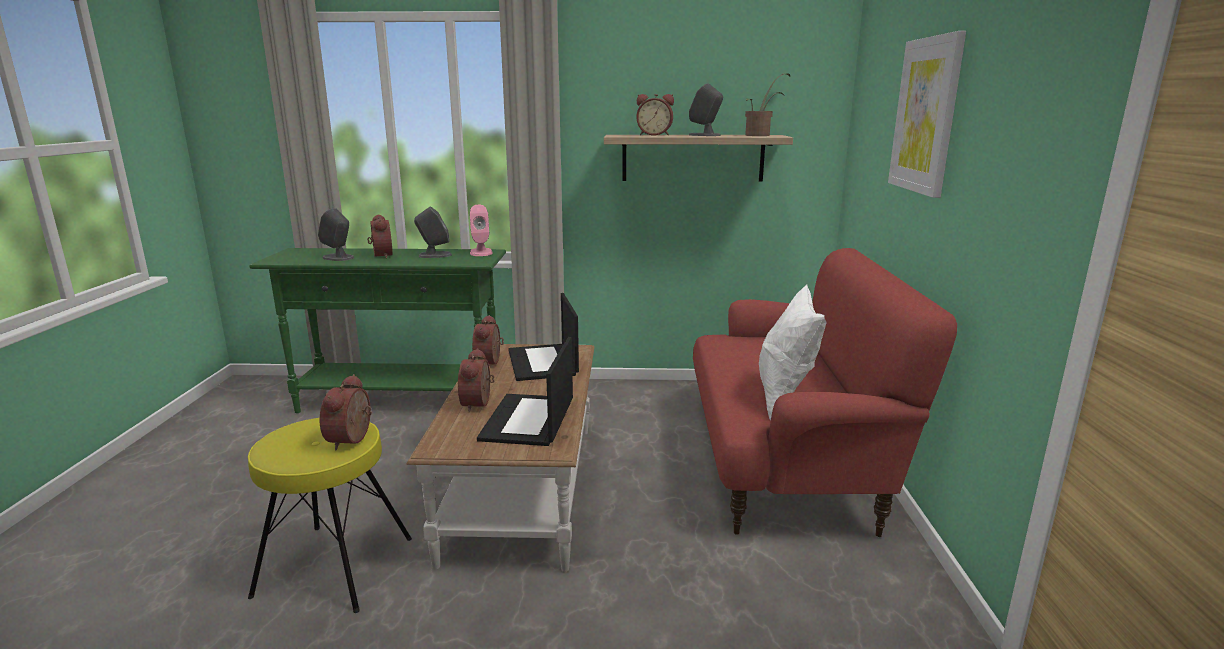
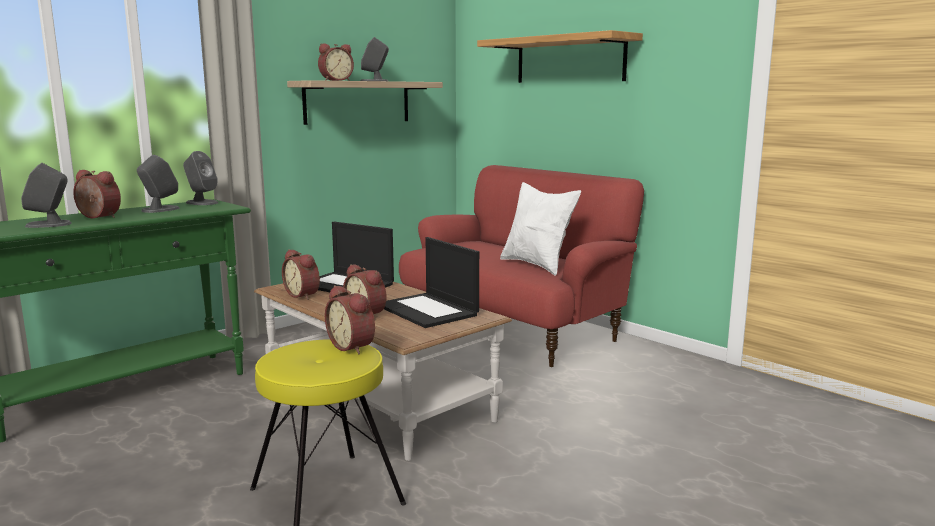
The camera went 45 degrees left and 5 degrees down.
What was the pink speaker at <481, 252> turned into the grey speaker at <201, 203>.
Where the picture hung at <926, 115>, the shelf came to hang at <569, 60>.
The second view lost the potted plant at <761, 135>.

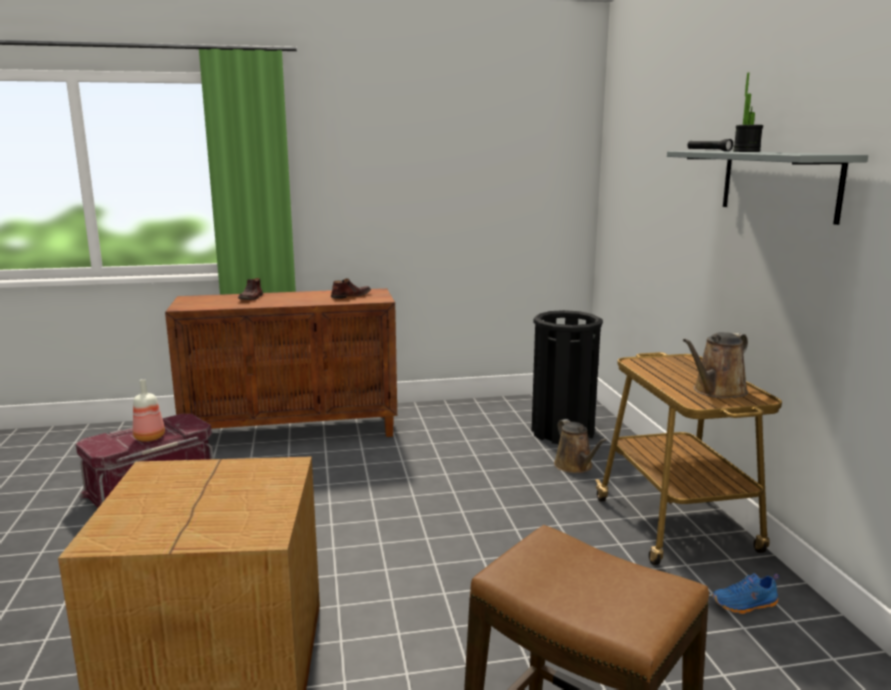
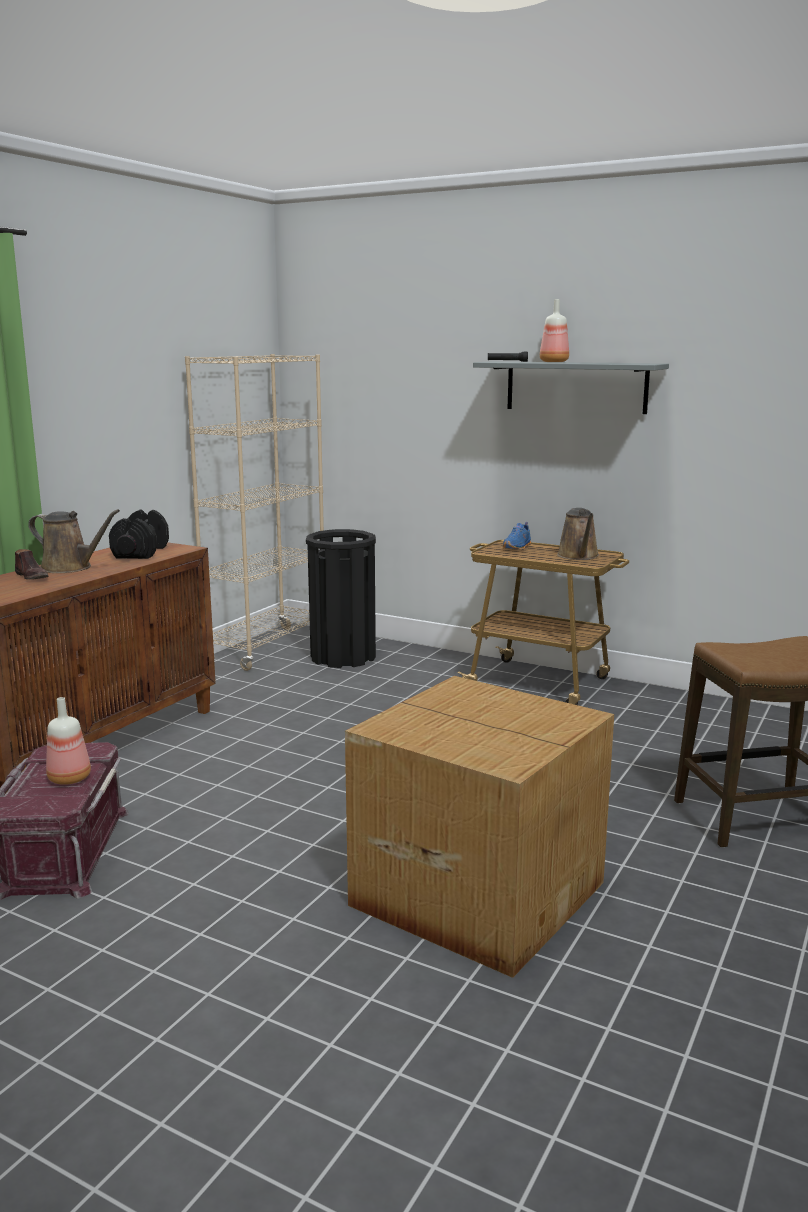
The camera went 50 degrees left and 0 degrees up.
The brown watering can ended up elsewhere, having gone from <575, 466> to <70, 568>.
Where the brown shoe stood at <350, 296>, the black dumbbell came to stand at <140, 552>.
The second view gained the beige bookcase at <267, 648>.
The blue shoe ended up elsewhere, having gone from <745, 605> to <518, 547>.
Where the potted plant stood at <746, 151>, the bottle came to stand at <553, 362>.

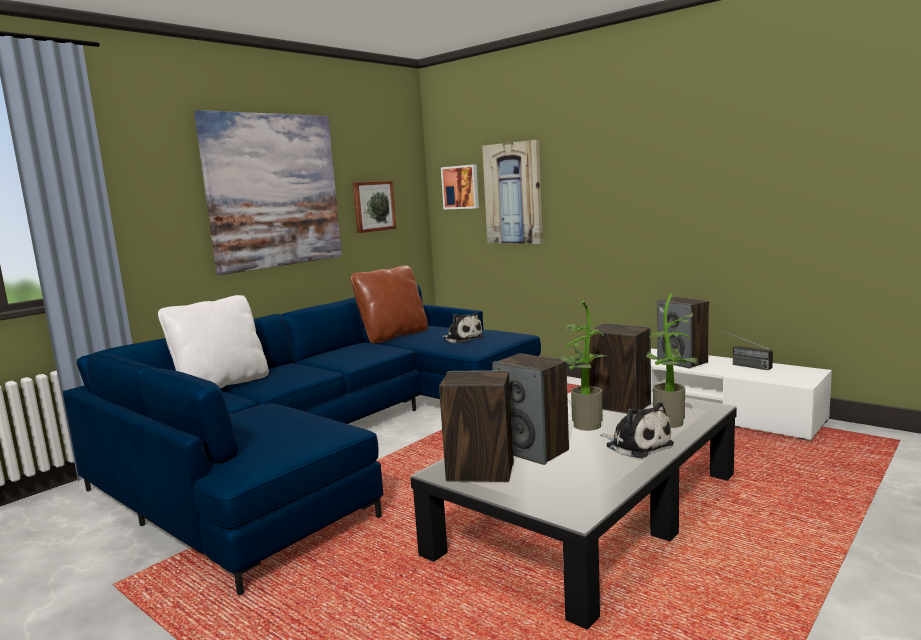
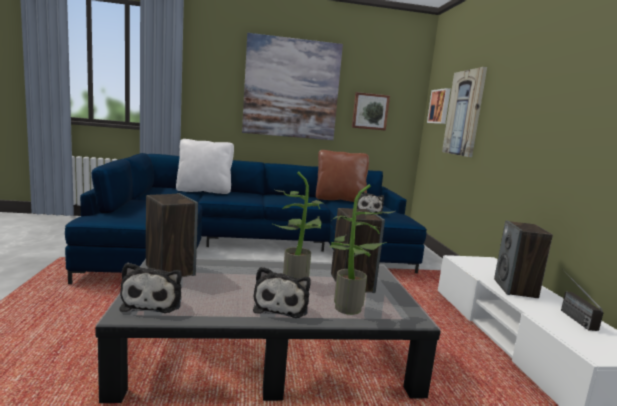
The camera went 40 degrees right and 0 degrees up.
The second view gained the plush toy at <154, 302>.
The second view lost the speaker at <533, 450>.

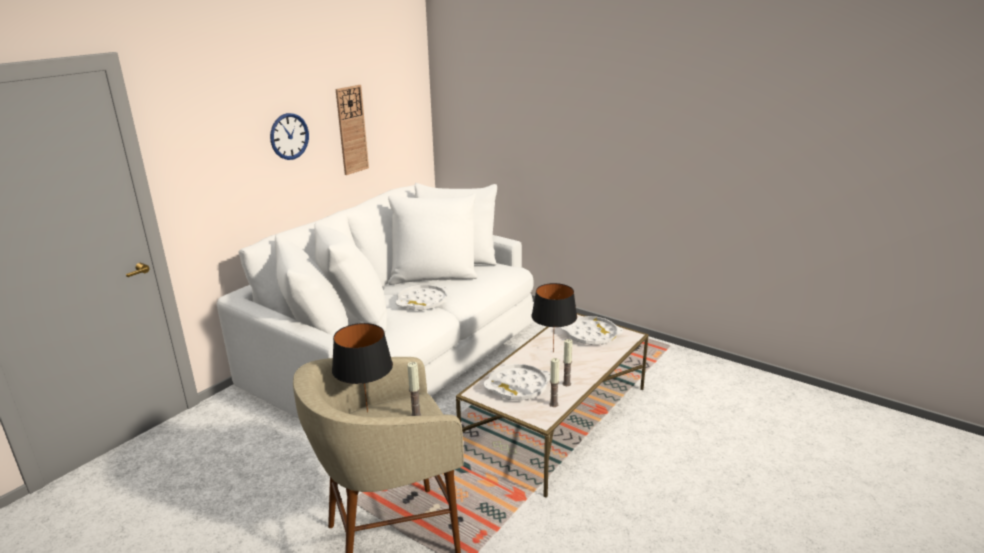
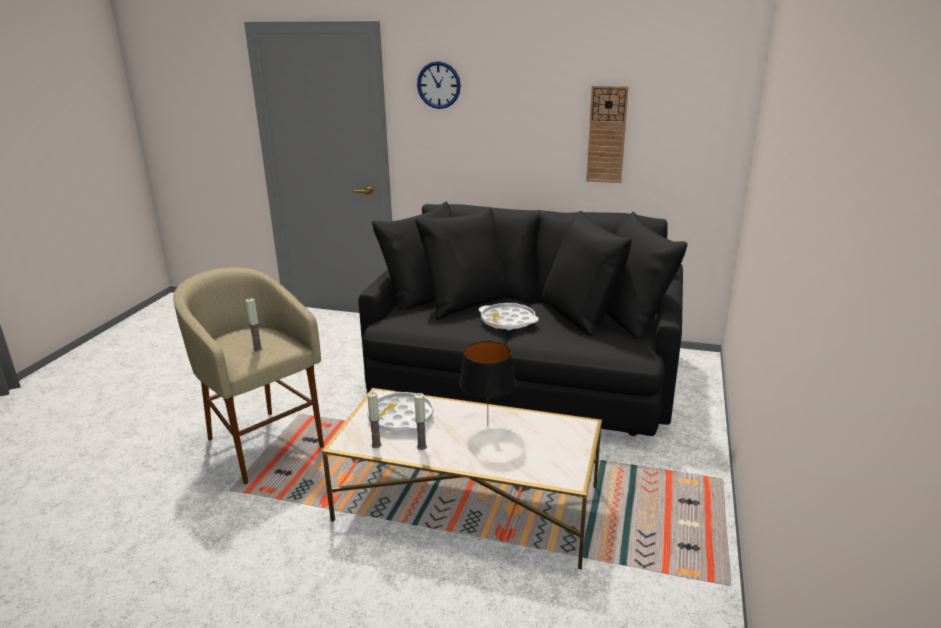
The camera went 70 degrees right and 0 degrees up.
What was the white sofa at <396, 354> turned into the black sofa at <525, 374>.
The wall clock ended up elsewhere, having gone from <289, 136> to <439, 85>.
The second view lost the black table lamp at <368, 412>.
The second view lost the white tray at <591, 335>.

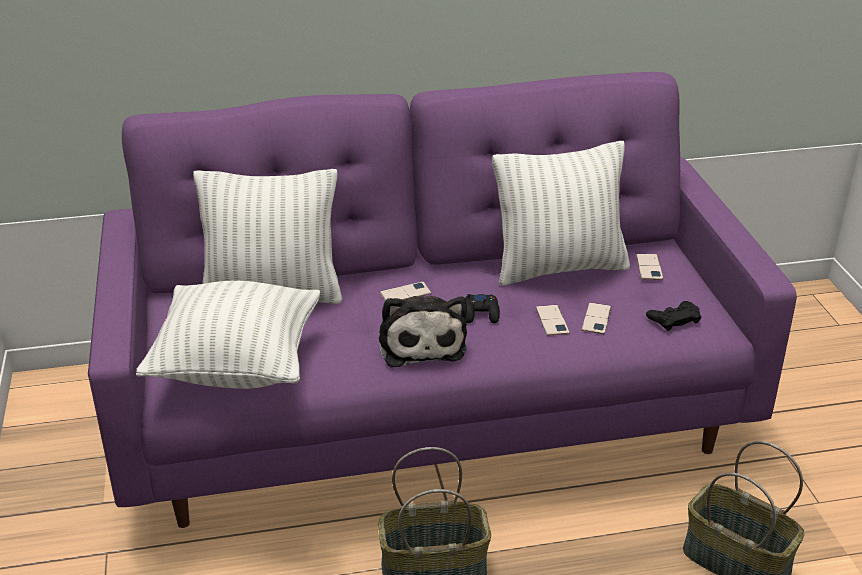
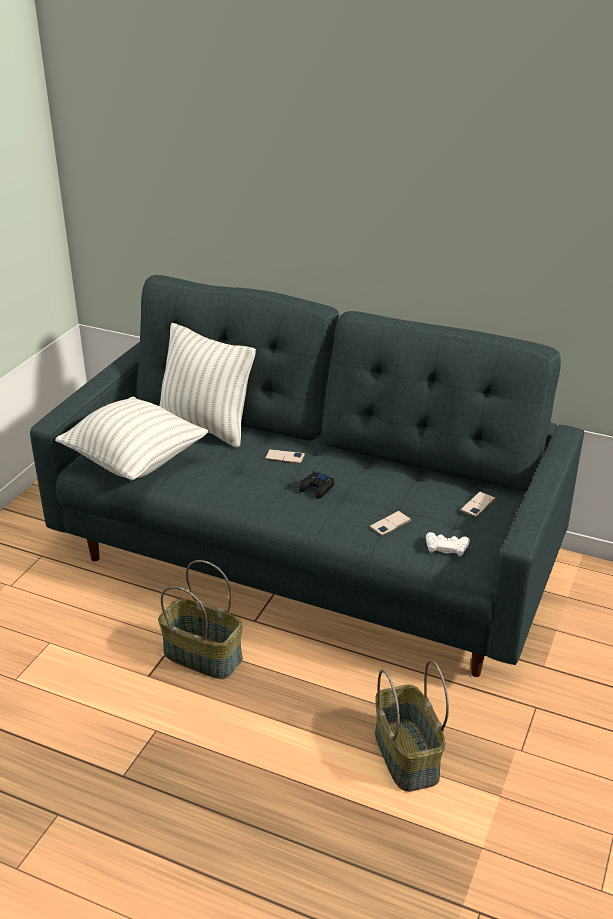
The camera went 35 degrees right and 0 degrees up.
What was the purple sofa at <432, 413> turned into the grey sofa at <307, 560>.
What was the black game controller at <674, 319> turned into the white game controller at <446, 547>.
The second view lost the plush toy at <421, 342>.
The second view lost the white pillow at <559, 268>.
The second view lost the phone at <552, 320>.

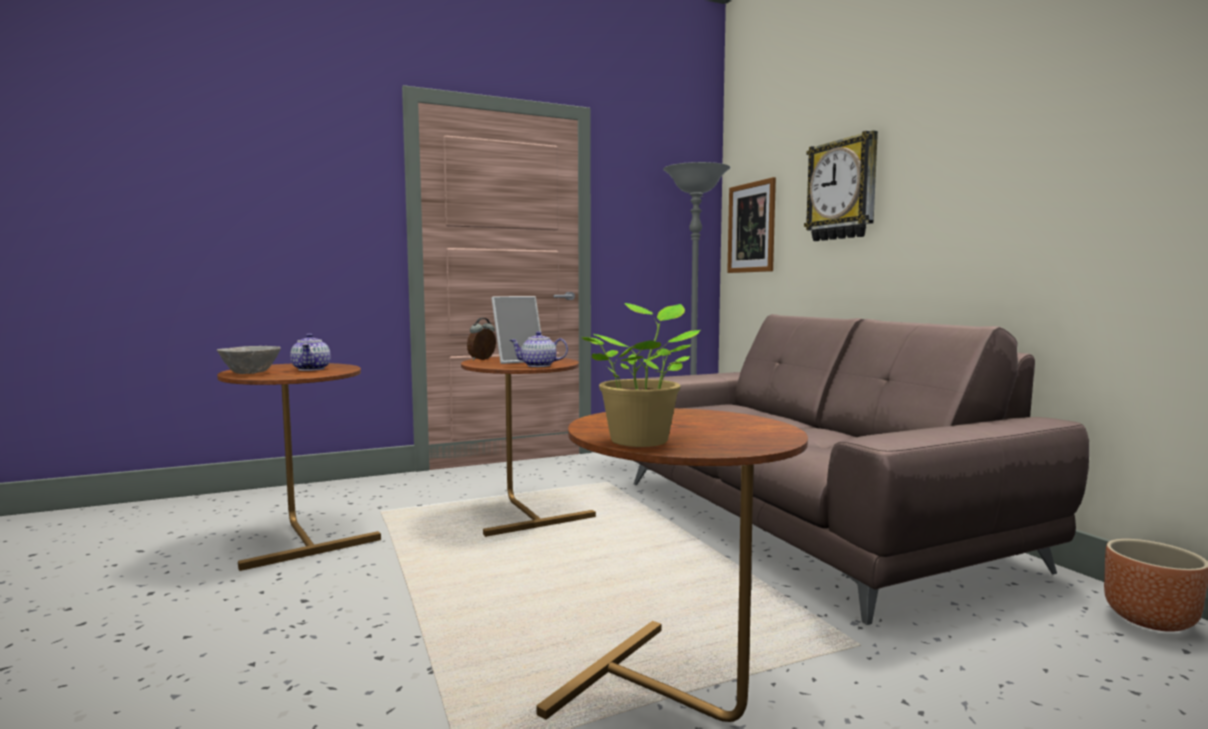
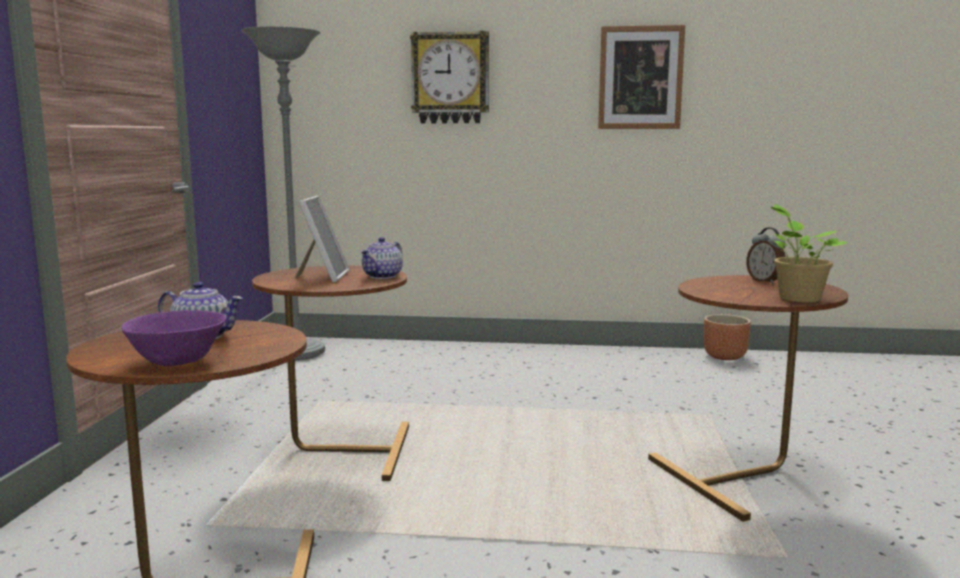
The camera went 60 degrees left and 5 degrees up.
What was the grey bowl at <250, 373> turned into the purple bowl at <179, 361>.
The picture ended up elsewhere, having gone from <751, 227> to <640, 78>.
The alarm clock ended up elsewhere, having gone from <482, 359> to <765, 281>.
The second view lost the brown sofa at <805, 521>.

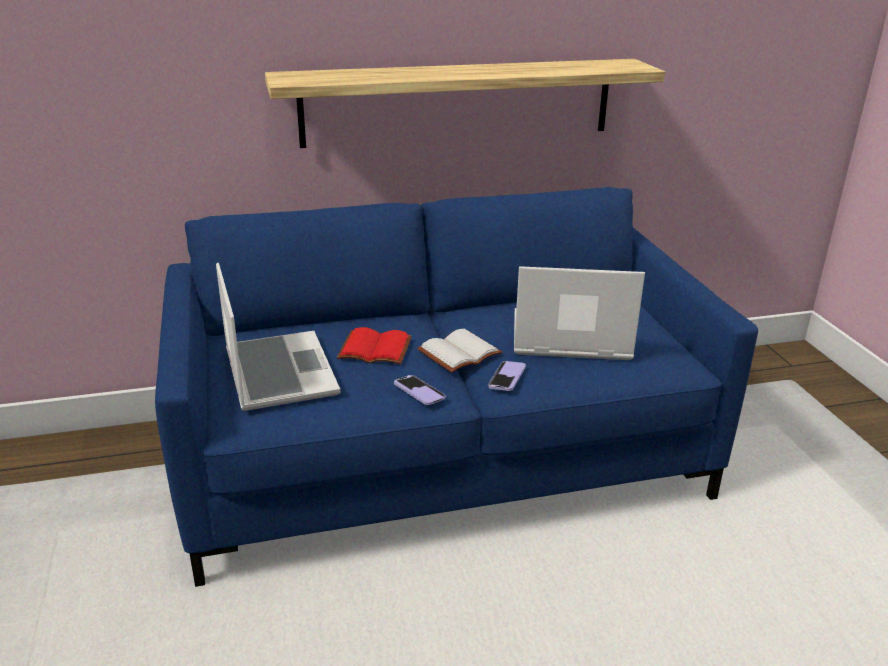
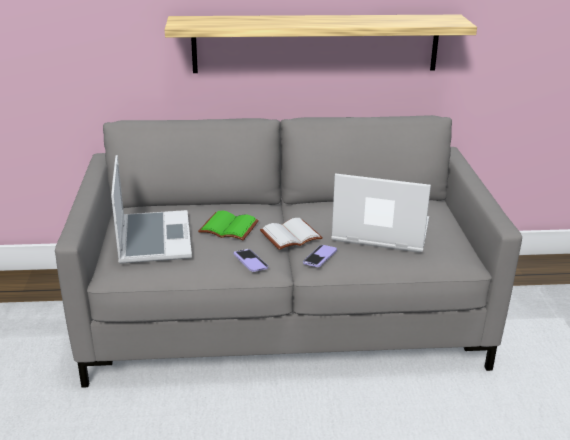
The camera went 10 degrees right and 0 degrees up.
What was the blue sofa at <442, 460> turned into the grey sofa at <283, 318>.
What was the red book at <373, 350> turned into the green book at <227, 228>.

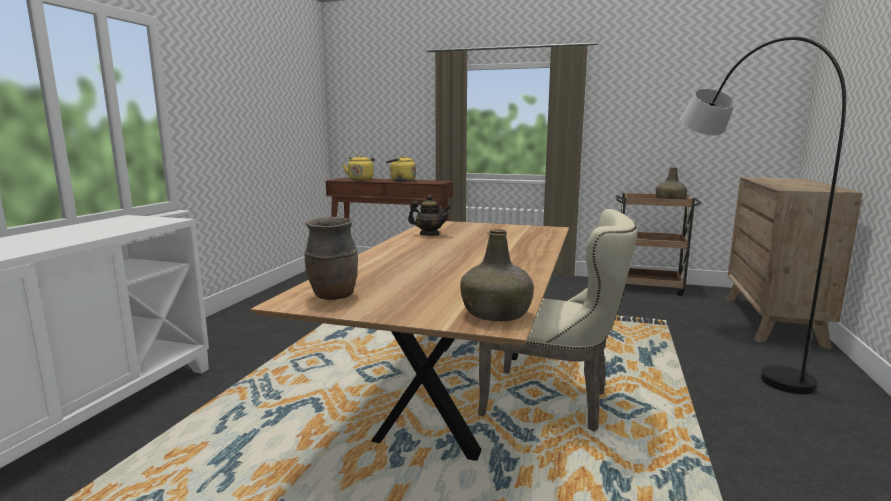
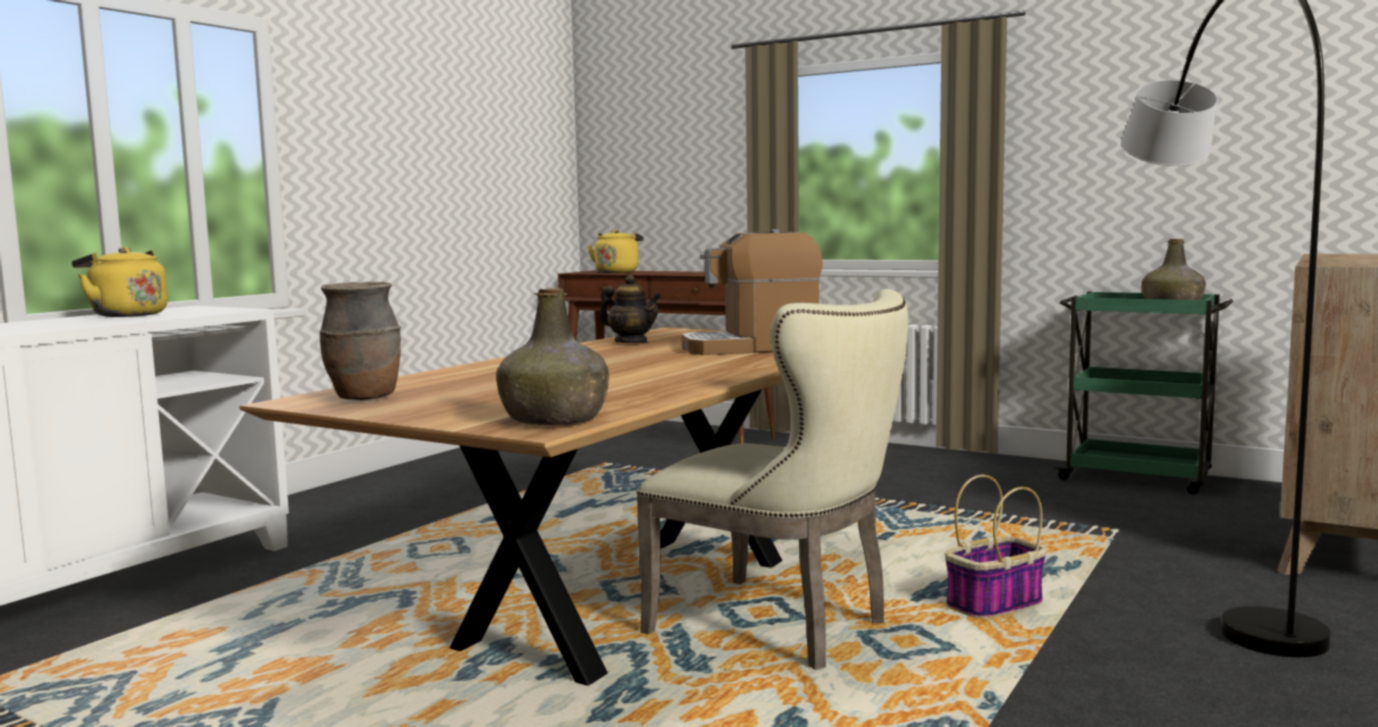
The camera went 15 degrees right and 5 degrees down.
The yellow kettle ended up elsewhere, having gone from <401, 181> to <126, 315>.
The second view gained the coffee machine at <751, 348>.
The second view gained the basket at <994, 605>.
What was the brown cart at <648, 287> turned into the green cart at <1138, 478>.

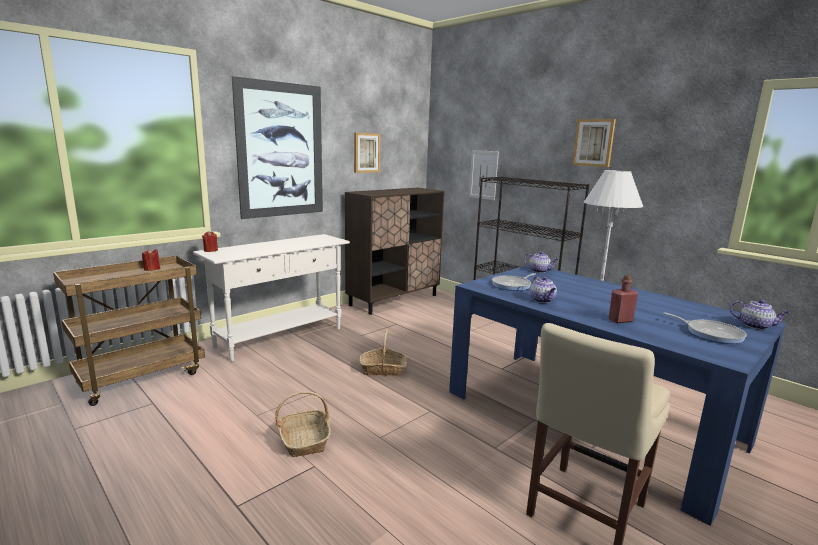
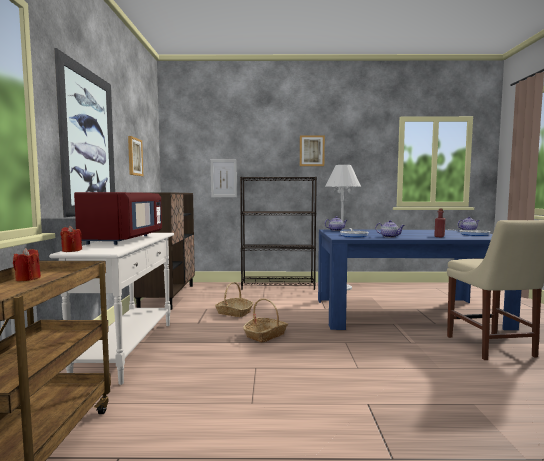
The camera went 45 degrees left and 10 degrees down.
The second view gained the red microwave at <123, 240>.
The basket ended up elsewhere, having gone from <304, 440> to <234, 312>.

